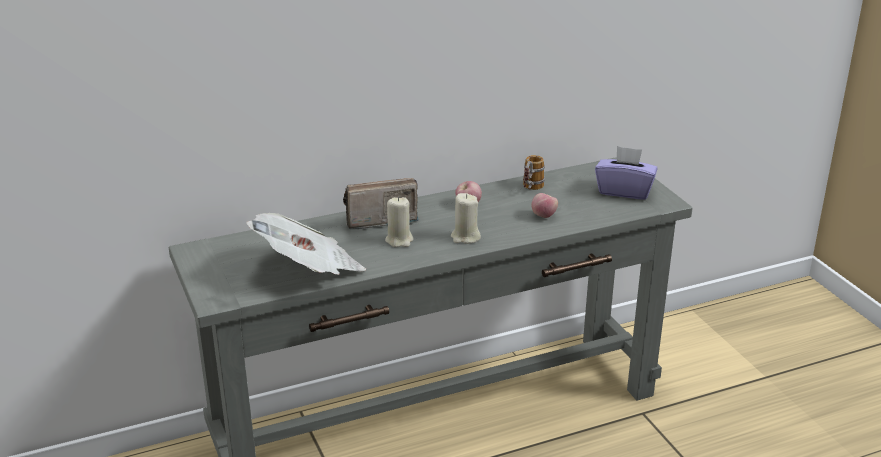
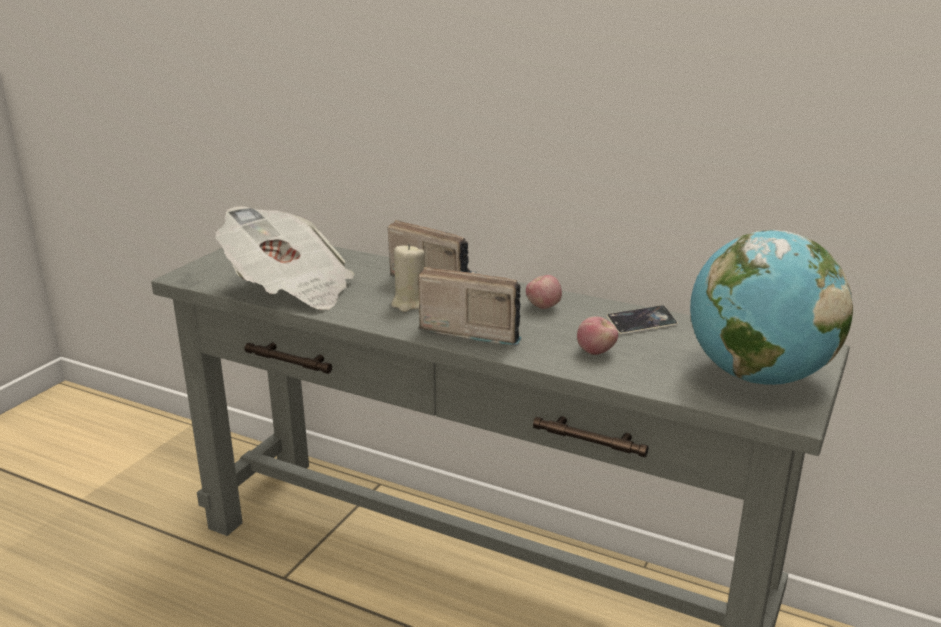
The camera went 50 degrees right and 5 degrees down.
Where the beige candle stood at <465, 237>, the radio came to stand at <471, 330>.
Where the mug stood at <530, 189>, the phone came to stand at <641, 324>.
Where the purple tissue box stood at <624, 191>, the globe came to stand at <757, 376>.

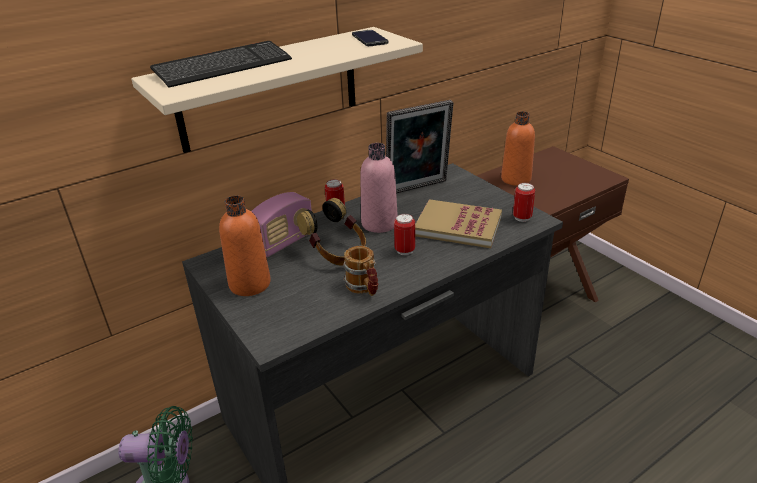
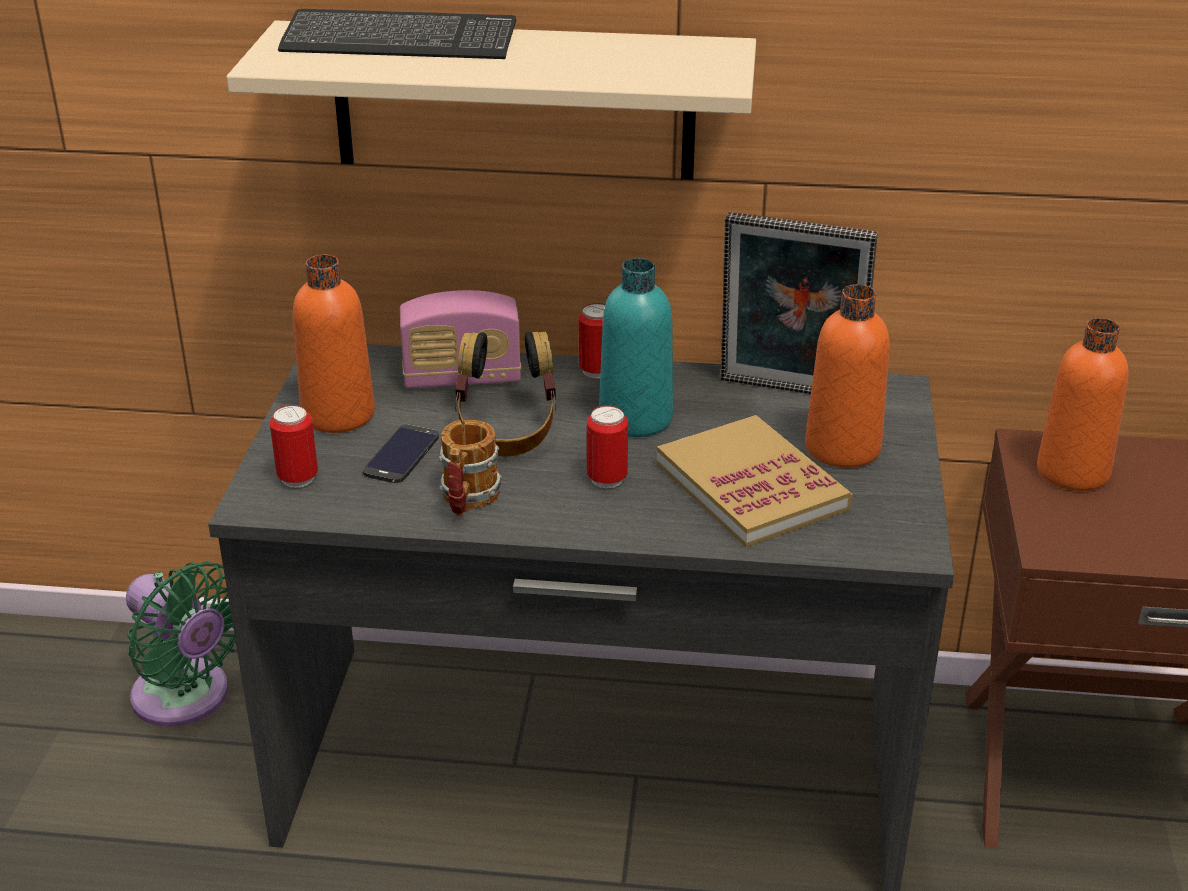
The camera went 40 degrees right and 0 degrees up.
The can ended up elsewhere, having gone from <522, 217> to <298, 478>.
The phone ended up elsewhere, having gone from <369, 39> to <401, 455>.
What was the pink bottle at <379, 223> turned into the turquoise bottle at <635, 419>.
The second view gained the orange bottle at <842, 448>.

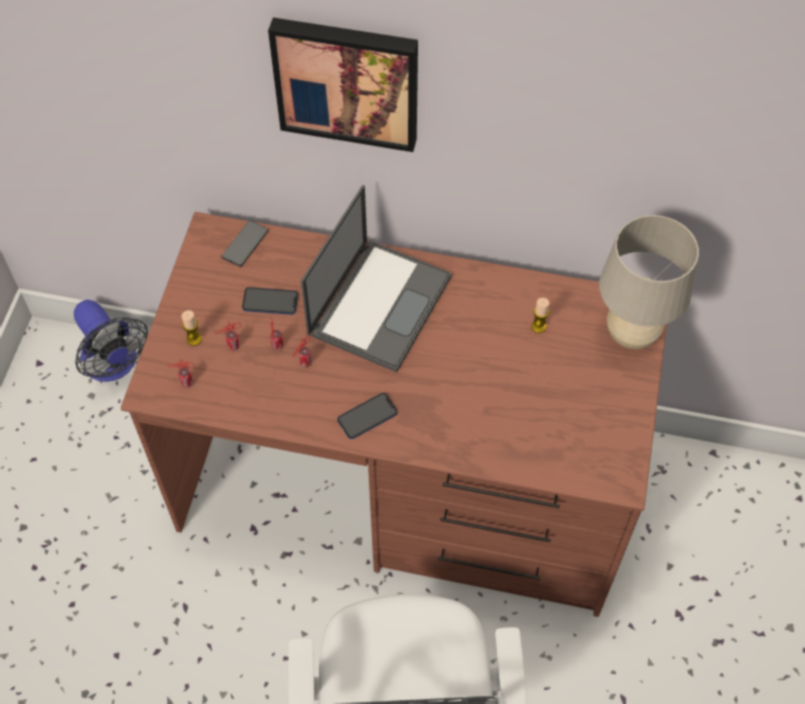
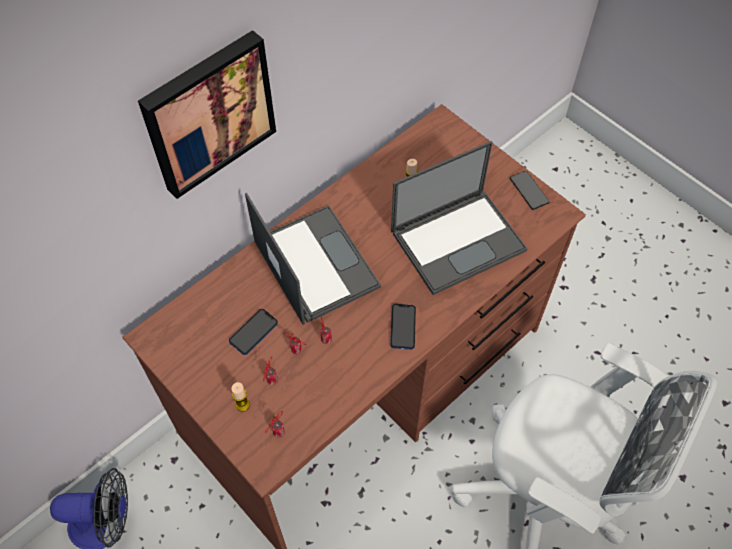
The camera went 55 degrees left and 0 degrees up.
The second view gained the laptop at <459, 239>.
The phone ended up elsewhere, having gone from <245, 244> to <529, 190>.
The second view lost the beige table lamp at <631, 334>.

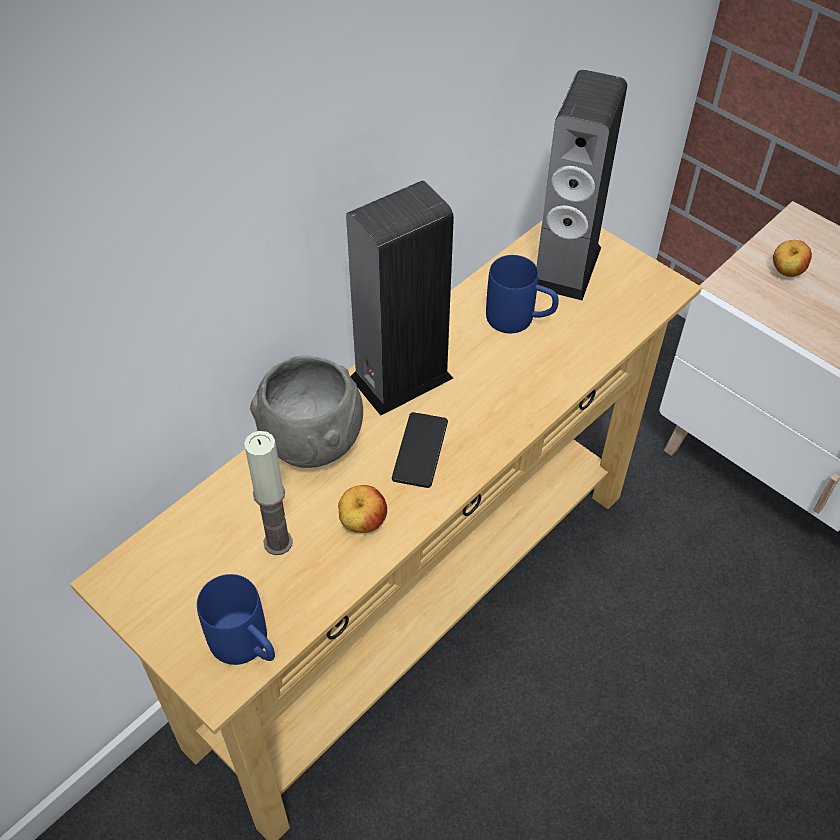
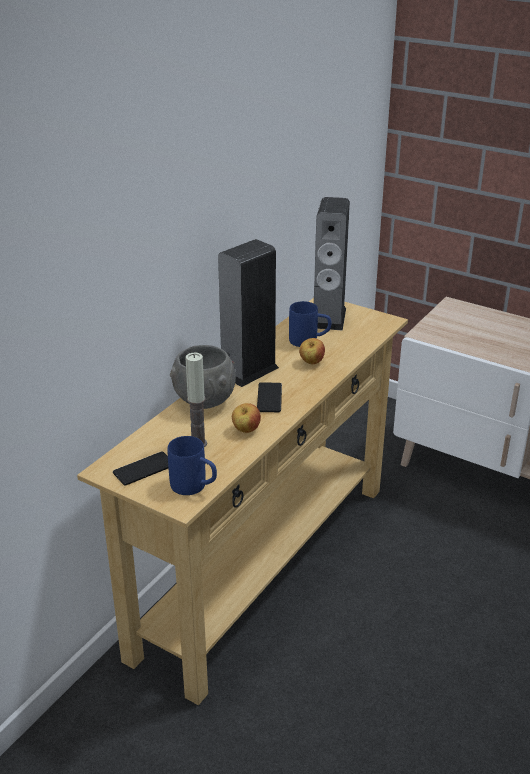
The camera went 10 degrees left and 20 degrees down.
The second view gained the phone at <144, 469>.
The apple ended up elsewhere, having gone from <786, 272> to <311, 362>.

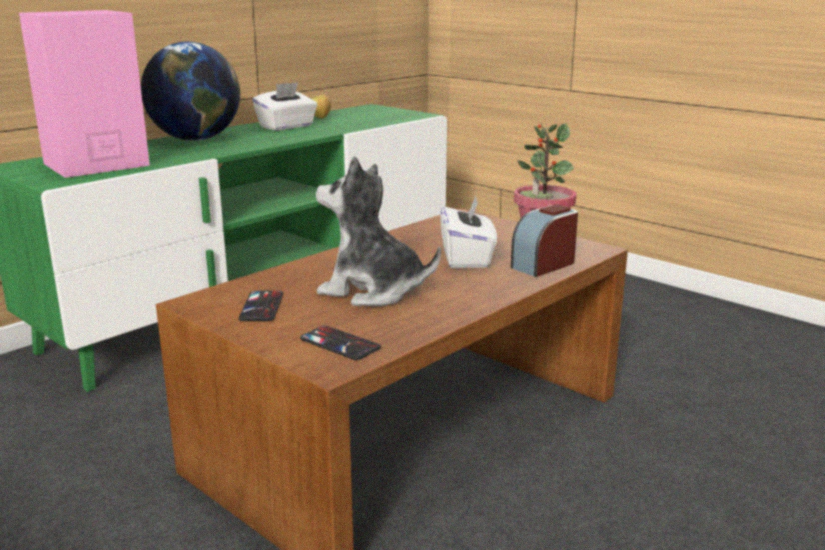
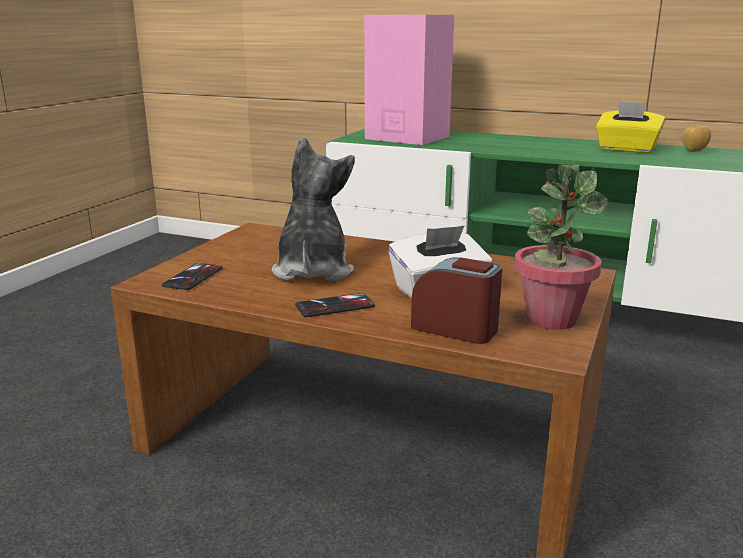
The camera went 70 degrees right and 0 degrees up.
The phone ended up elsewhere, having gone from <262, 306> to <335, 306>.
What was the white tissue box at <286, 126> turned into the yellow tissue box at <626, 149>.
The second view lost the globe at <195, 139>.

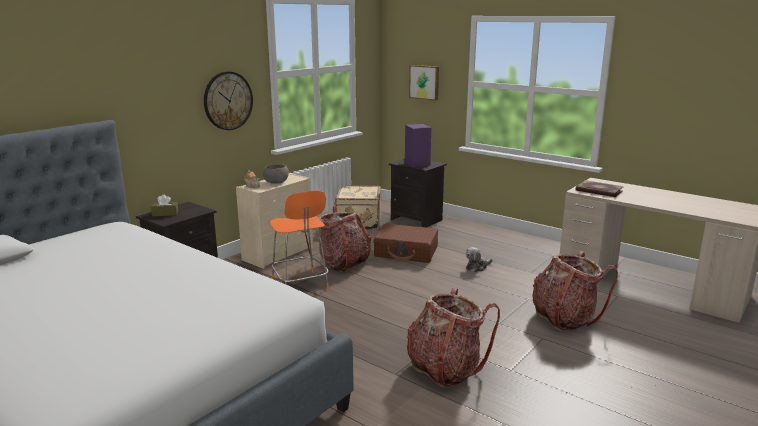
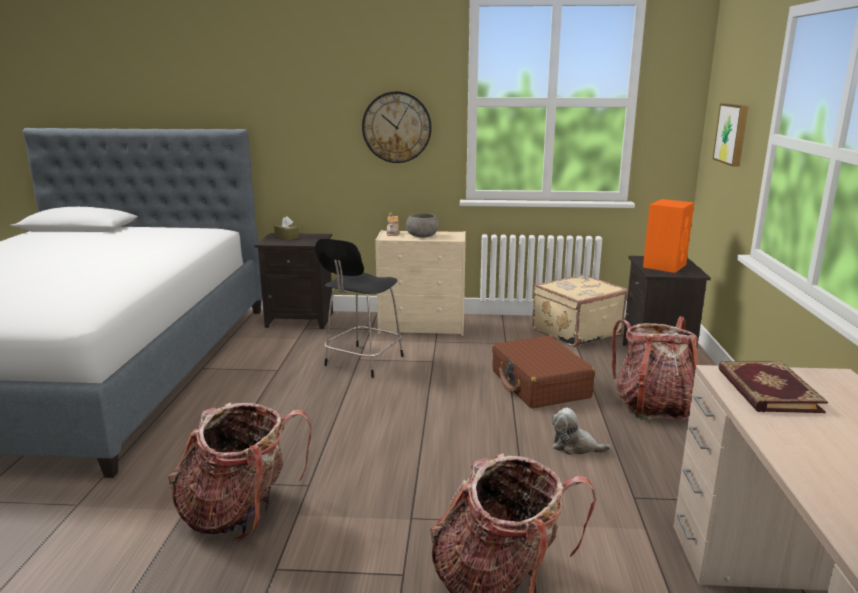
The camera went 55 degrees right and 0 degrees up.
What was the orange chair at <300, 285> turned into the black chair at <362, 362>.
The backpack ended up elsewhere, having gone from <341, 263> to <654, 406>.
What was the purple speaker at <417, 163> turned into the orange speaker at <665, 265>.

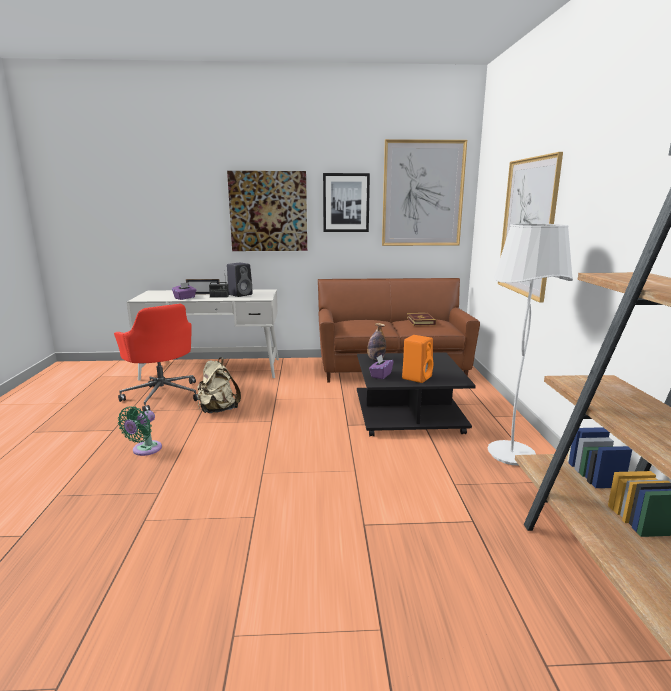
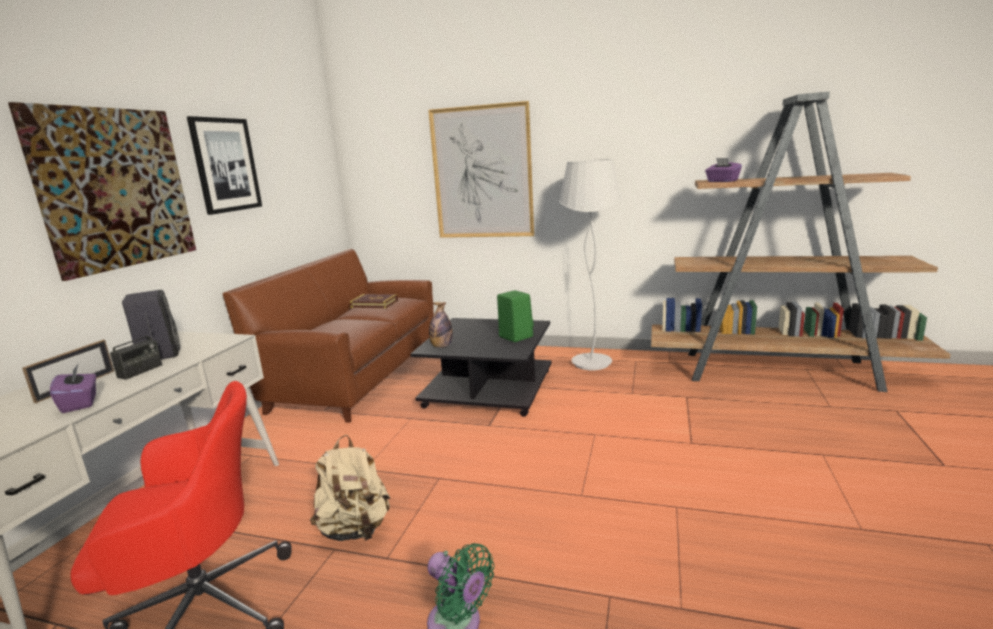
The camera went 70 degrees left and 0 degrees up.
What was the orange speaker at <417, 377> turned into the green speaker at <515, 336>.
The purple tissue box ended up elsewhere, having gone from <380, 375> to <722, 181>.
The second view lost the picture at <423, 194>.

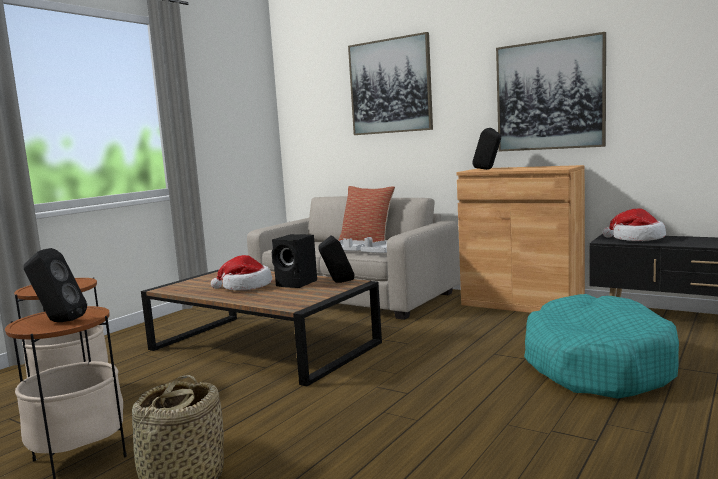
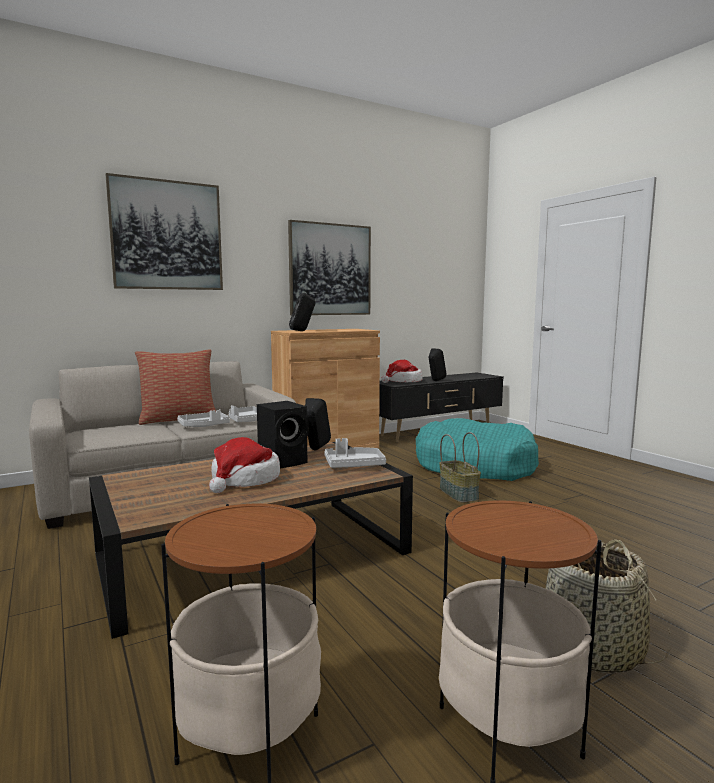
The camera went 65 degrees left and 0 degrees up.
The second view gained the grey tray at <353, 465>.
The black speaker ended up elsewhere, having gone from <58, 322> to <435, 381>.
The second view gained the basket at <459, 494>.

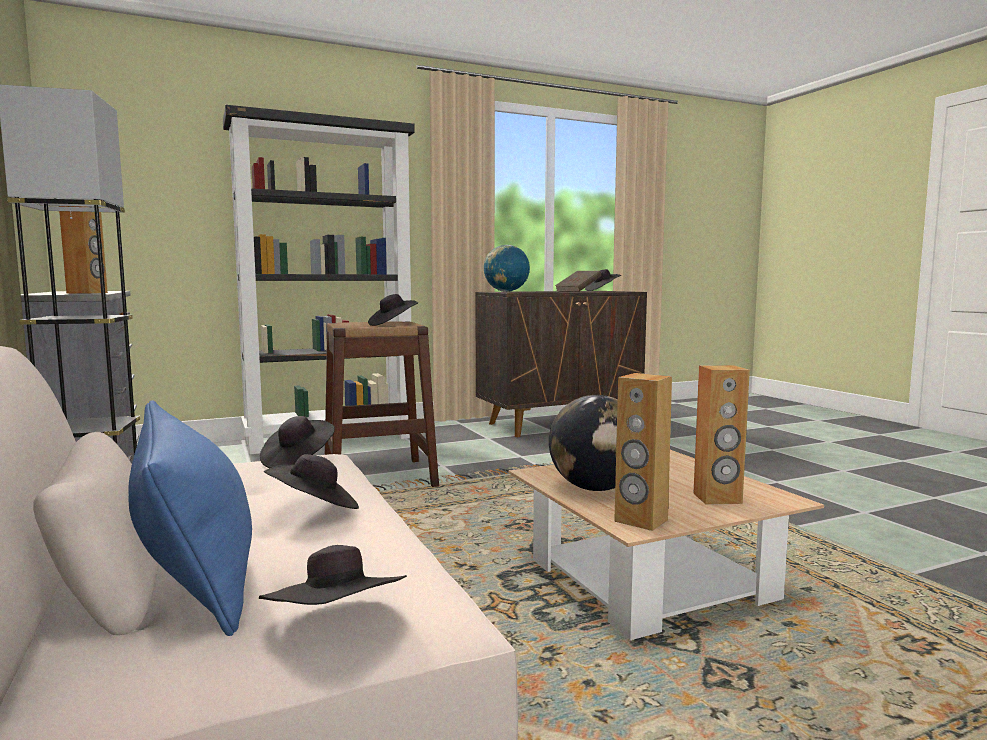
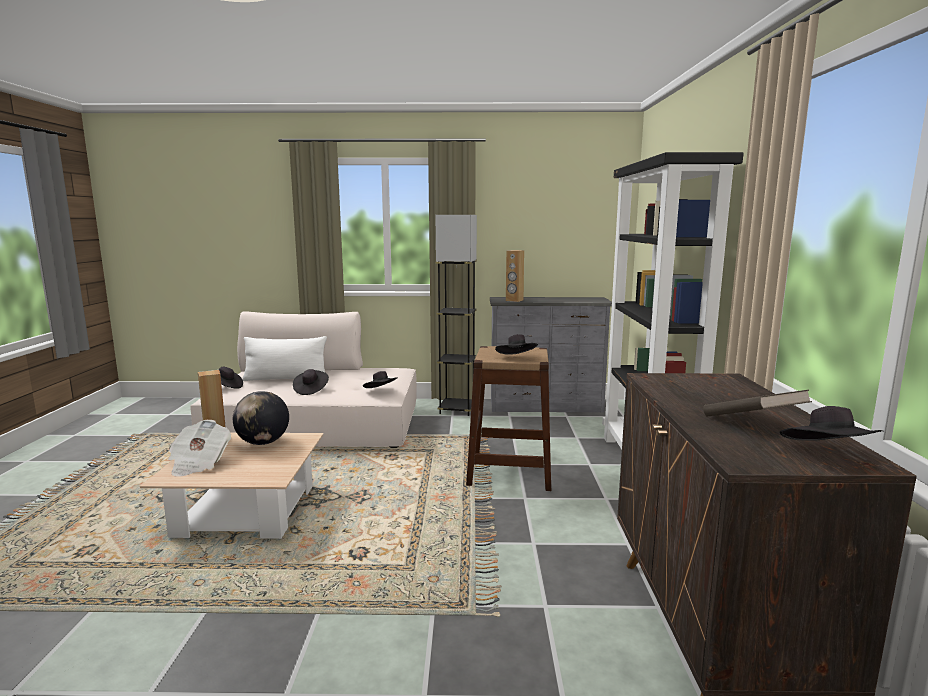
The camera went 115 degrees right and 5 degrees up.
Where the brown speaker stood at <717, 498>, the newspaper came to stand at <199, 463>.
What was the blue pillow at <195, 570> turned into the white pillow at <286, 379>.
The second view lost the globe at <506, 291>.

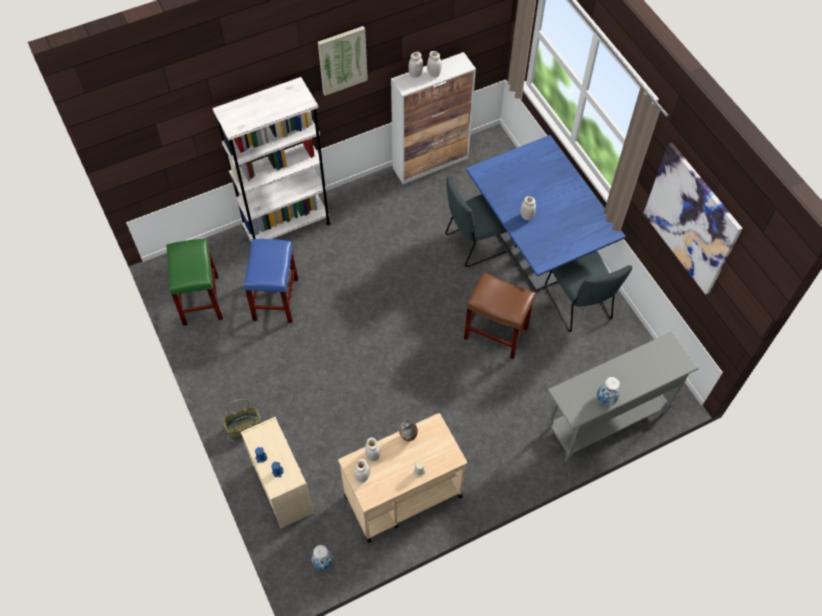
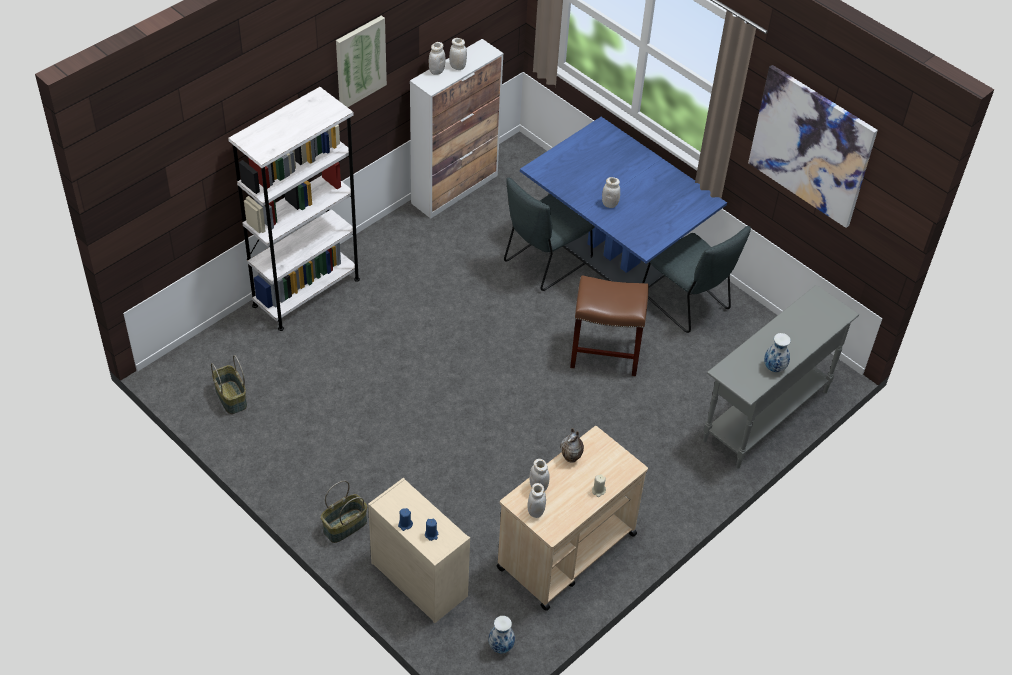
The camera went 20 degrees left and 10 degrees down.
Where the green stool stood at <200, 300>, the basket came to stand at <230, 397>.
The second view lost the blue stool at <275, 298>.

